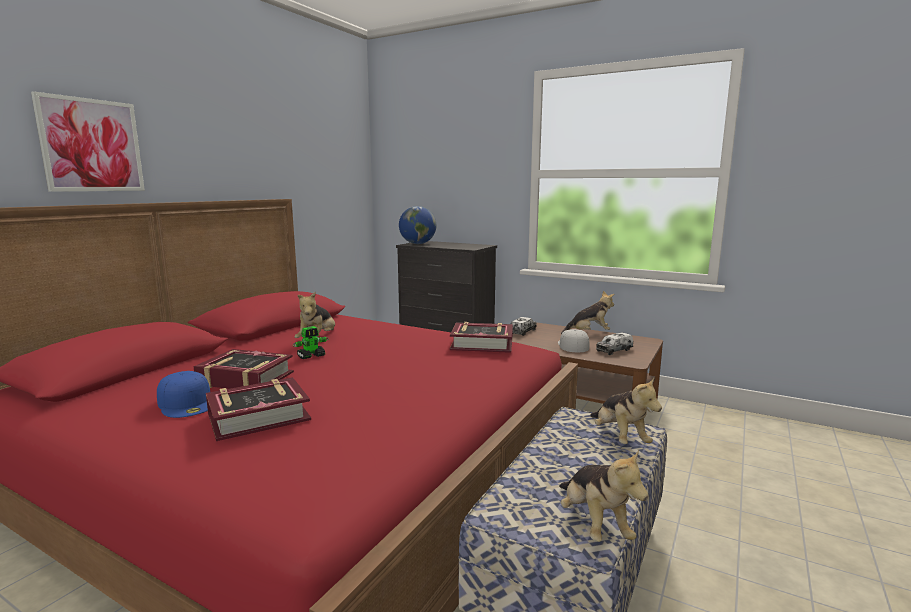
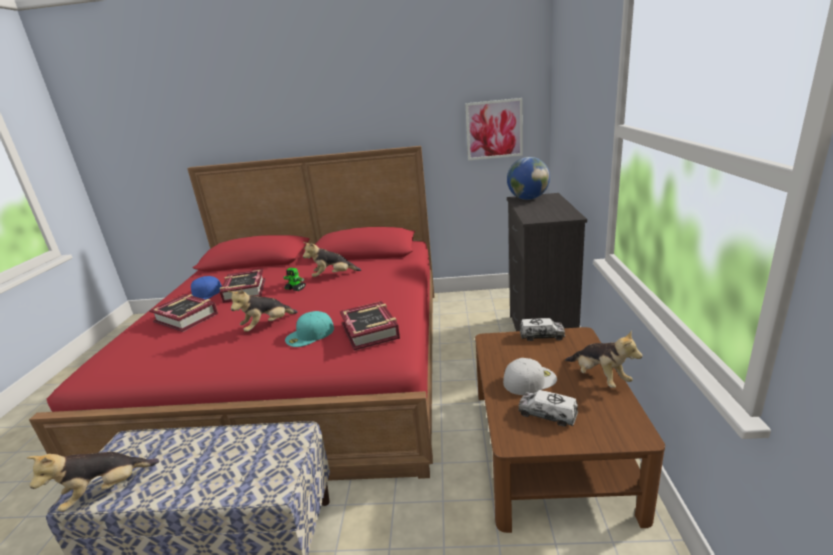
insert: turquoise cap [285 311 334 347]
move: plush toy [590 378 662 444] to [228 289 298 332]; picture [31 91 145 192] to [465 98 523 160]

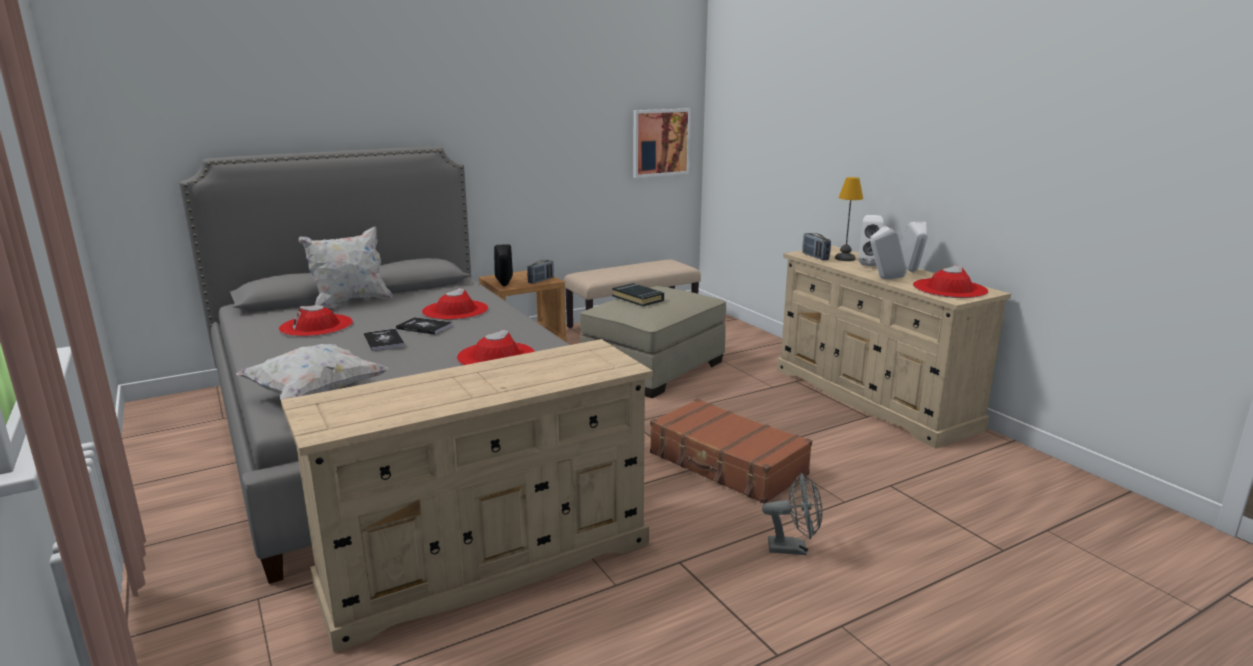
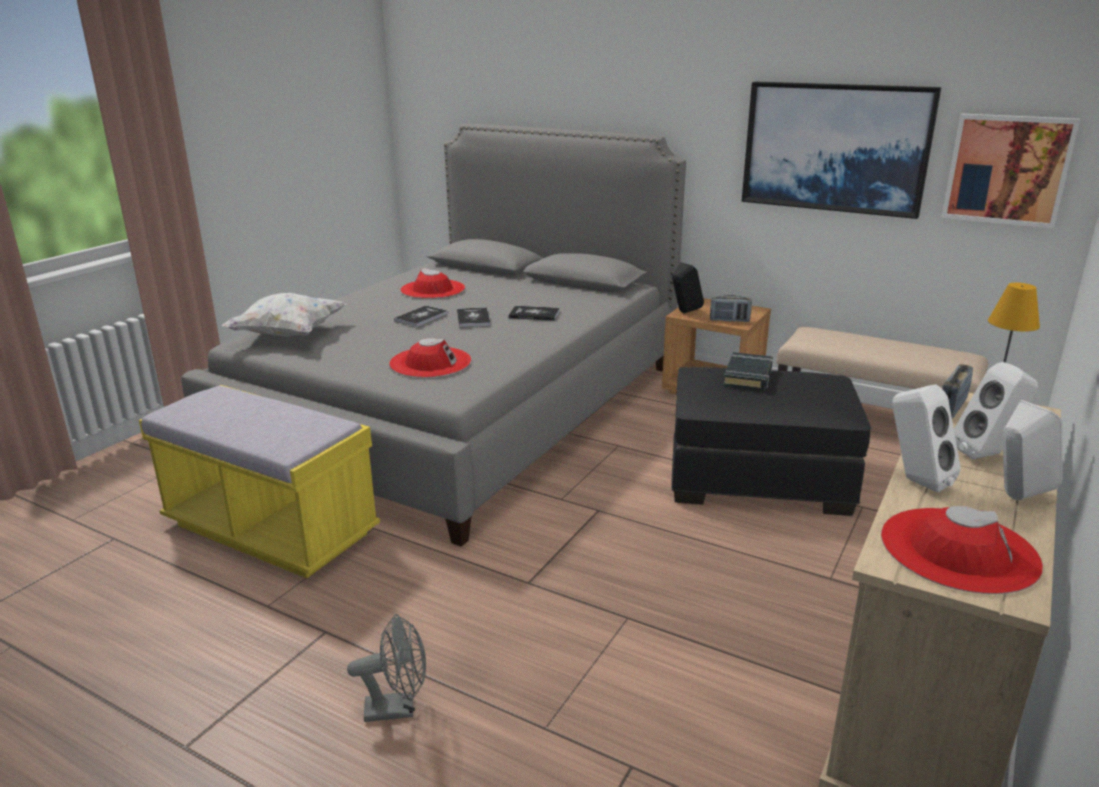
delete: white pillow [298 227 393 308]; brown suitcase [650 399 812 504]
insert: picture [742 82 941 219]
replace: beige dresser [281 339 653 652] to yellow bench [139 385 380 578]; red hat [422 288 488 320] to book [508 306 559 321]
recolor: beige ottoman [580 286 726 398] to black ottoman [671 367 871 516]
rotate: grey fan [762 473 823 555] = [347 614 426 722] 75 degrees counterclockwise

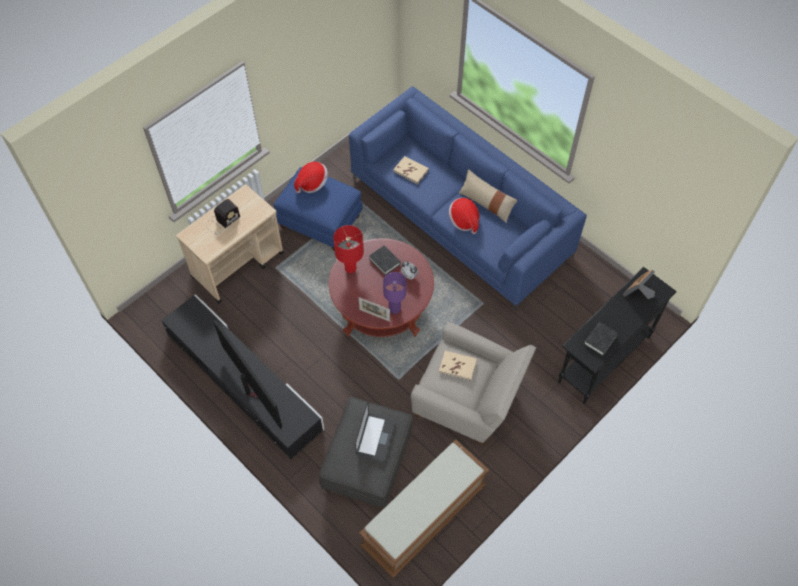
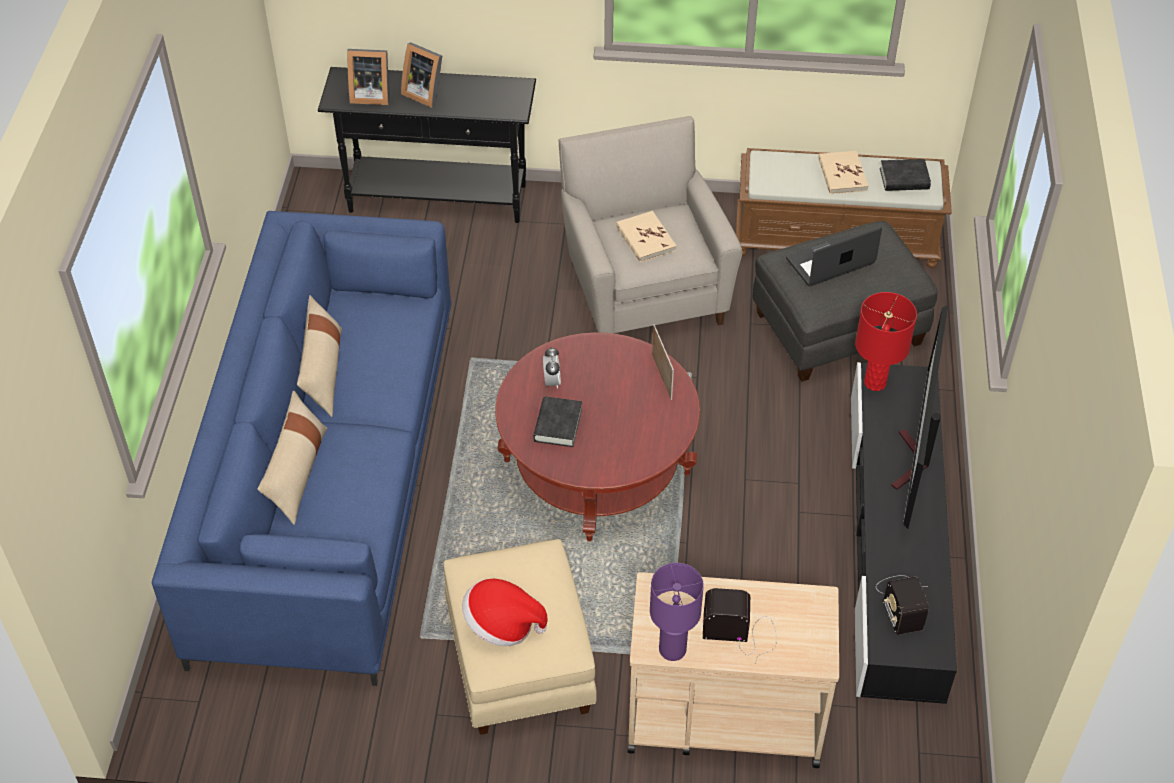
delete: hat [449 198 480 234]
insert: beige pillow [257 391 327 525]; picture frame [401 42 442 108]; radio [876 575 929 635]
move: purple table lamp [383 272 406 314] to [650 563 704 661]; beige book [393 156 429 184] to [818 151 868 194]; red table lamp [333 225 364 273] to [855 292 917 391]; black book [584 322 618 356] to [880 159 931 191]
recolor: blue ottoman [274 167 363 251] to beige ottoman [444 539 597 735]

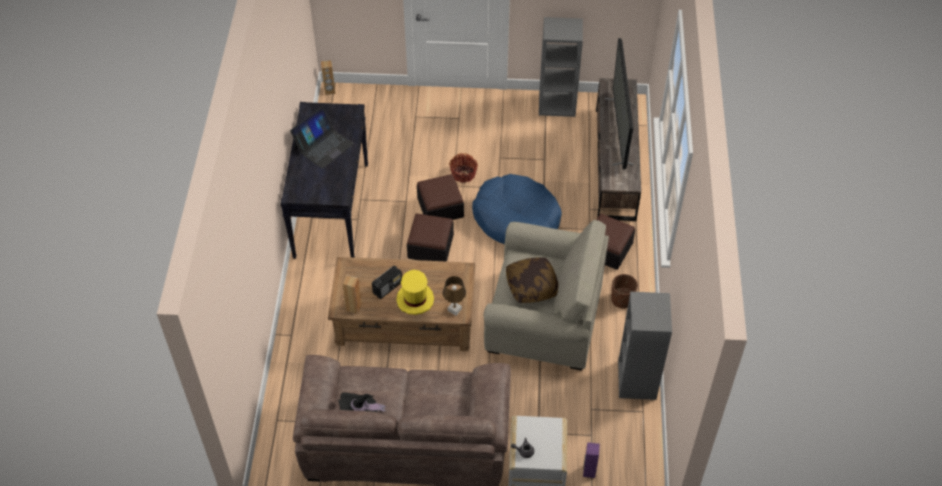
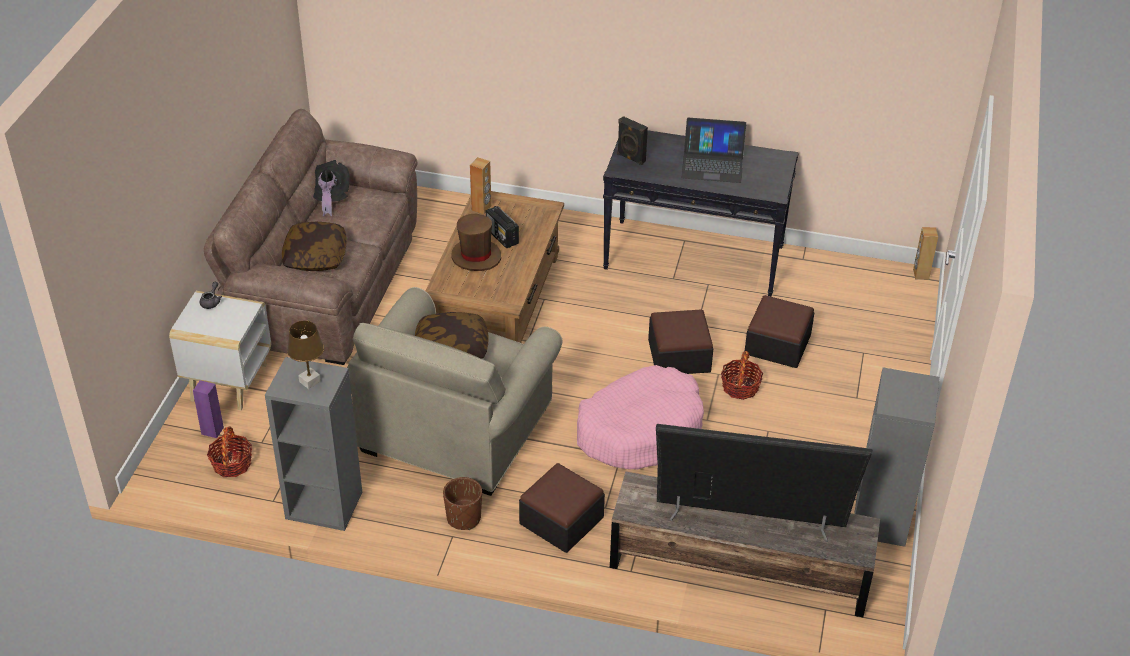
insert: basket [207 426 252 477]; pillow [282 222 347 271]; black speaker [617 116 648 165]
move: brown table lamp [442 276 466 316] to [287 321 324 389]; ottoman [407 213 454 261] to [744 295 814 368]
recolor: yellow hat [396 270 434 315] to brown hat [451 214 501 271]; blue dog bed [472 174 562 244] to pink dog bed [577 365 704 469]
rotate: laptop [290 106 354 169] = [681 118 746 183] 45 degrees counterclockwise

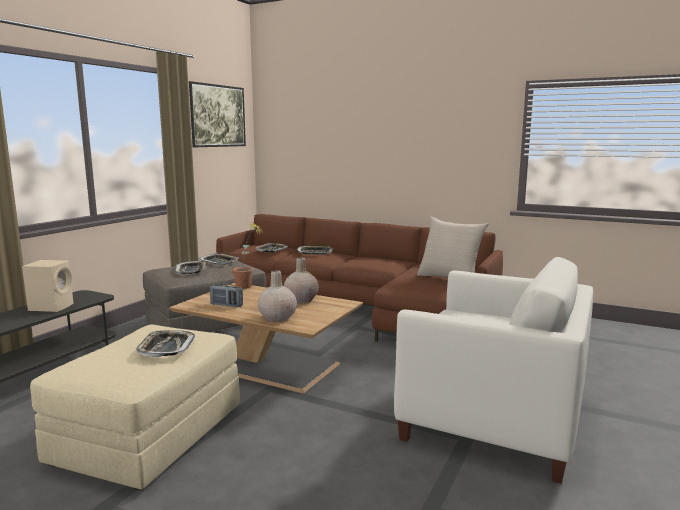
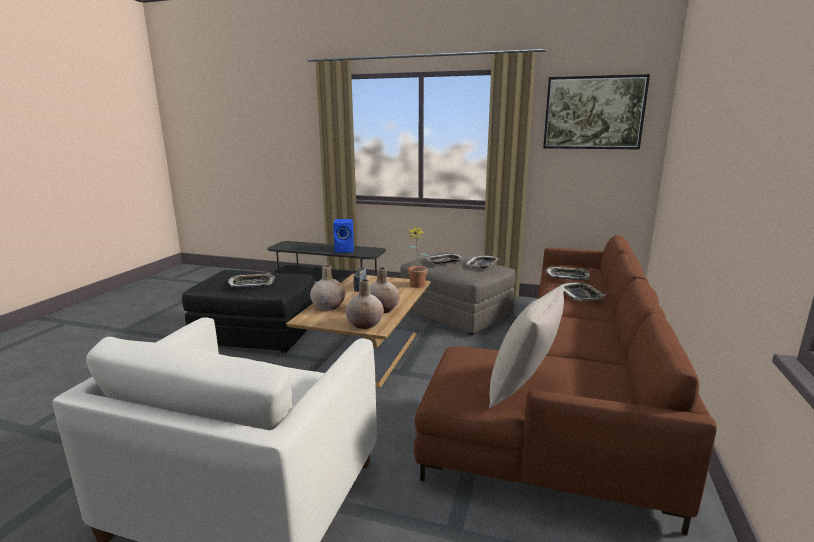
insert: beige vase [346 279 384 329]
recolor: beige ottoman [30 325 240 490] to black ottoman [182 270 314 353]; beige speaker [22 260 73 312] to blue speaker [333 219 354 253]

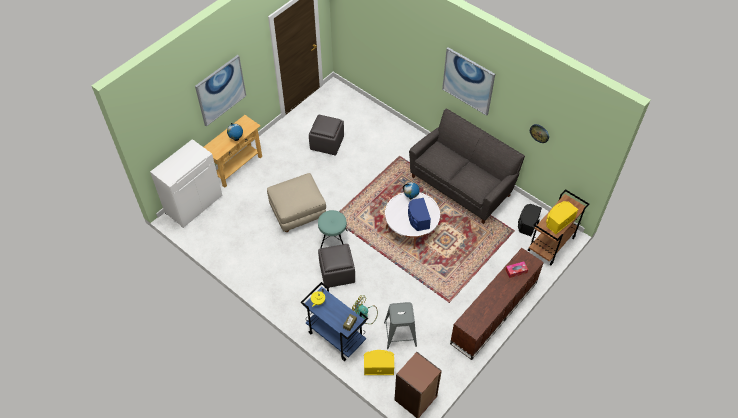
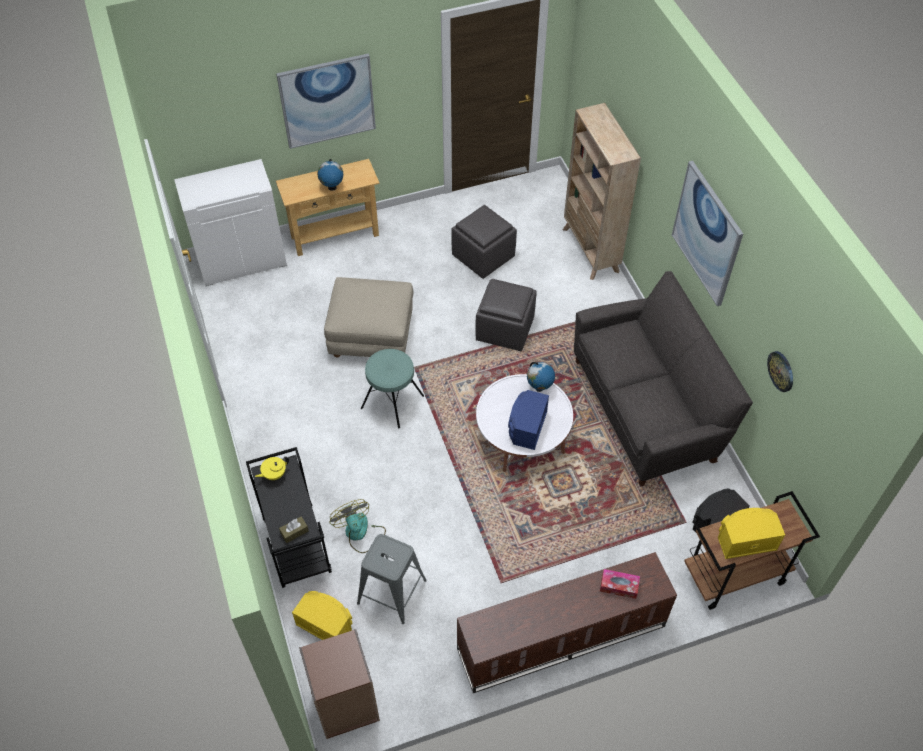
insert: beige bookcase [563 103 641 280]
move: grey ottoman [318 244 355 288] to [475 279 537 351]
recolor: blue cart [301 282 368 361] to black cart [246 447 332 588]

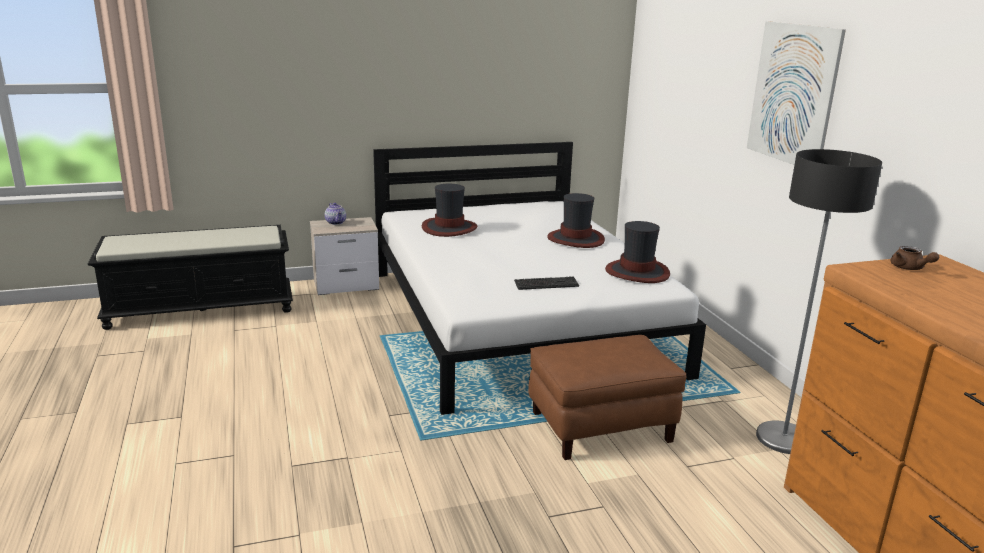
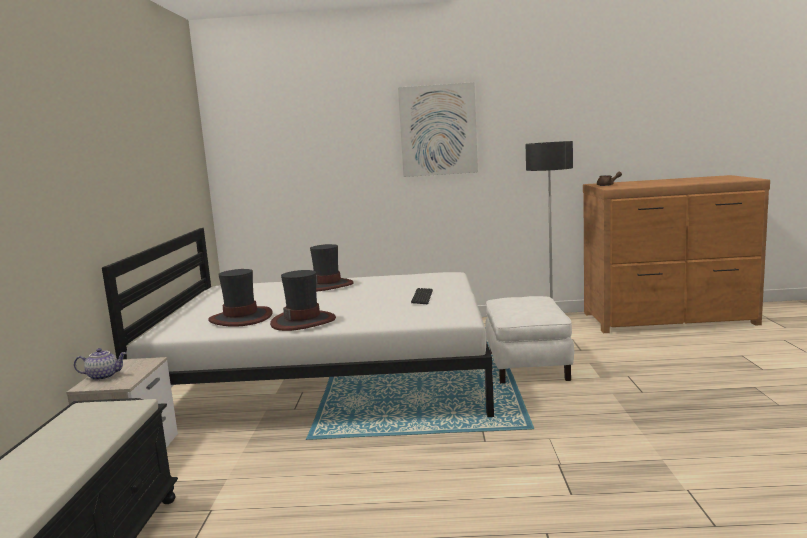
move: hat [605 221 670 283] to [270 270 336 331]
recolor: brown ottoman [528 335 687 460] to white ottoman [485 296 574 383]

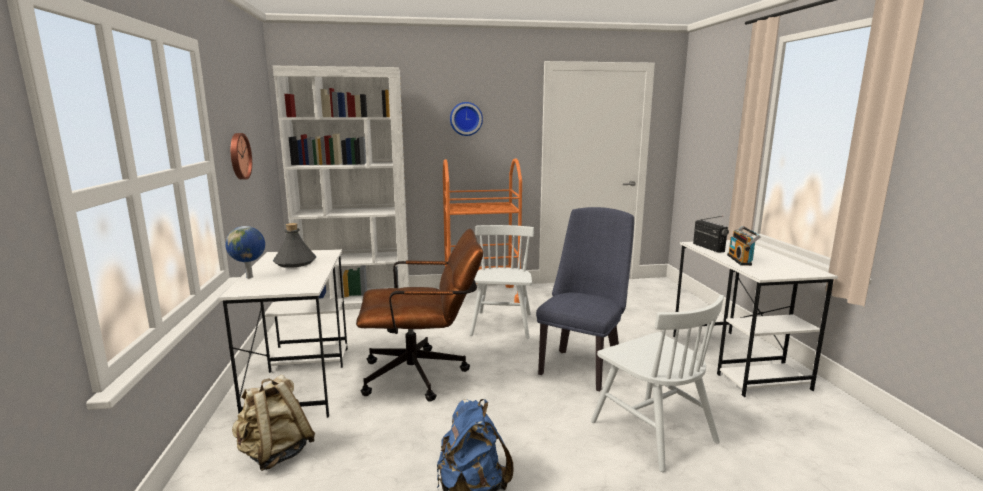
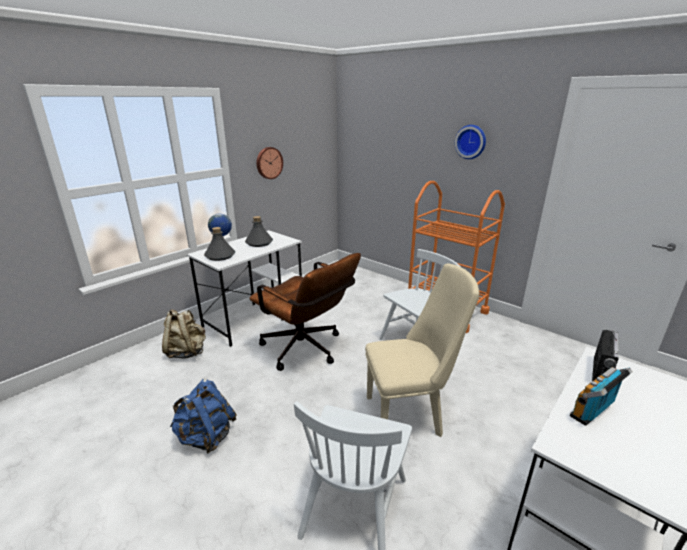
delete: white bookcase [273 66 409 310]
insert: grey bottle [204 227 235 261]
recolor: blue chair [536 207 634 391] to beige chair [365 263 479 437]

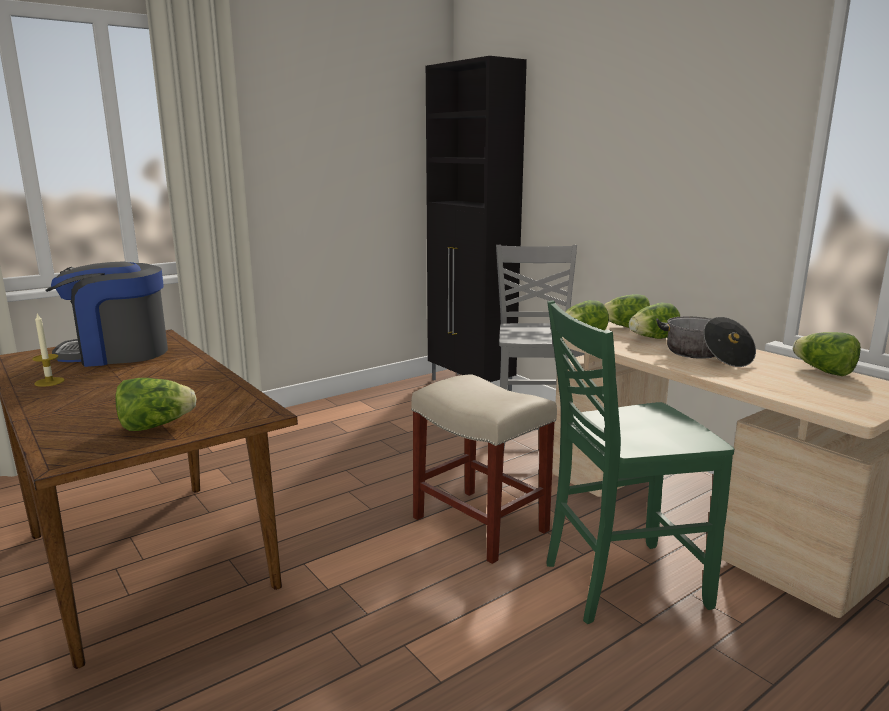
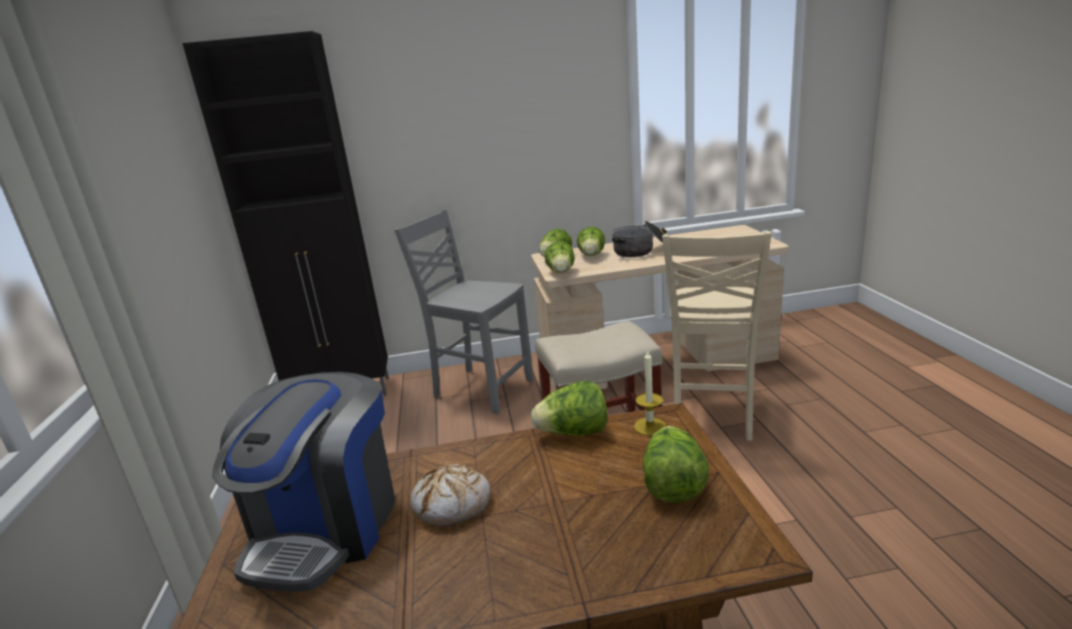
insert: bread [410 464 491 527]
move: lettuce [793 332 861 376] to [531 381 607 436]; candle [32 313 65 387] to [634 349 666 436]
recolor: green chair [546 300 734 624] to beige chair [662 231 772 441]

